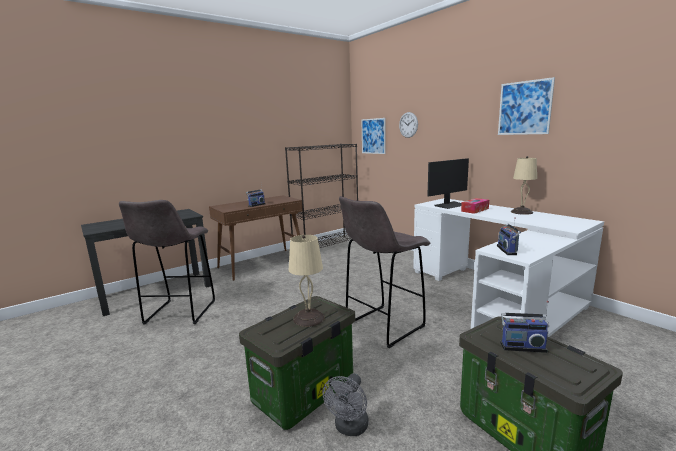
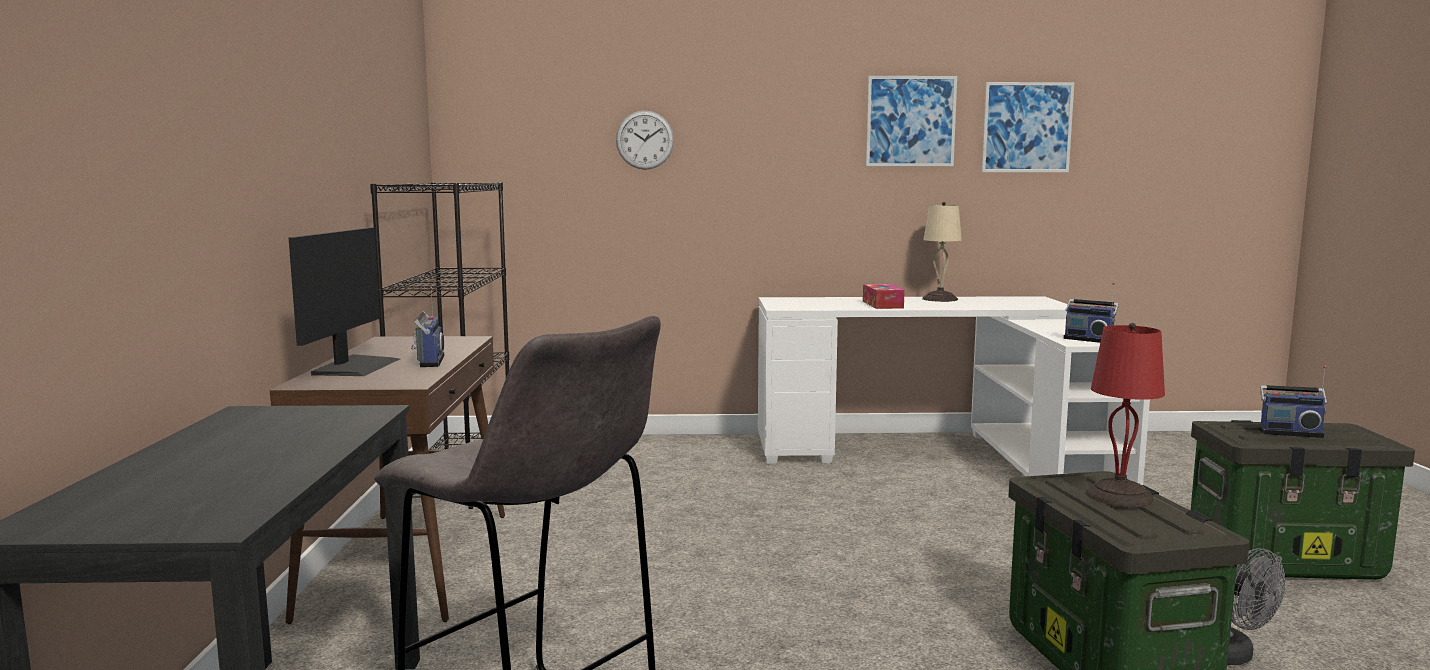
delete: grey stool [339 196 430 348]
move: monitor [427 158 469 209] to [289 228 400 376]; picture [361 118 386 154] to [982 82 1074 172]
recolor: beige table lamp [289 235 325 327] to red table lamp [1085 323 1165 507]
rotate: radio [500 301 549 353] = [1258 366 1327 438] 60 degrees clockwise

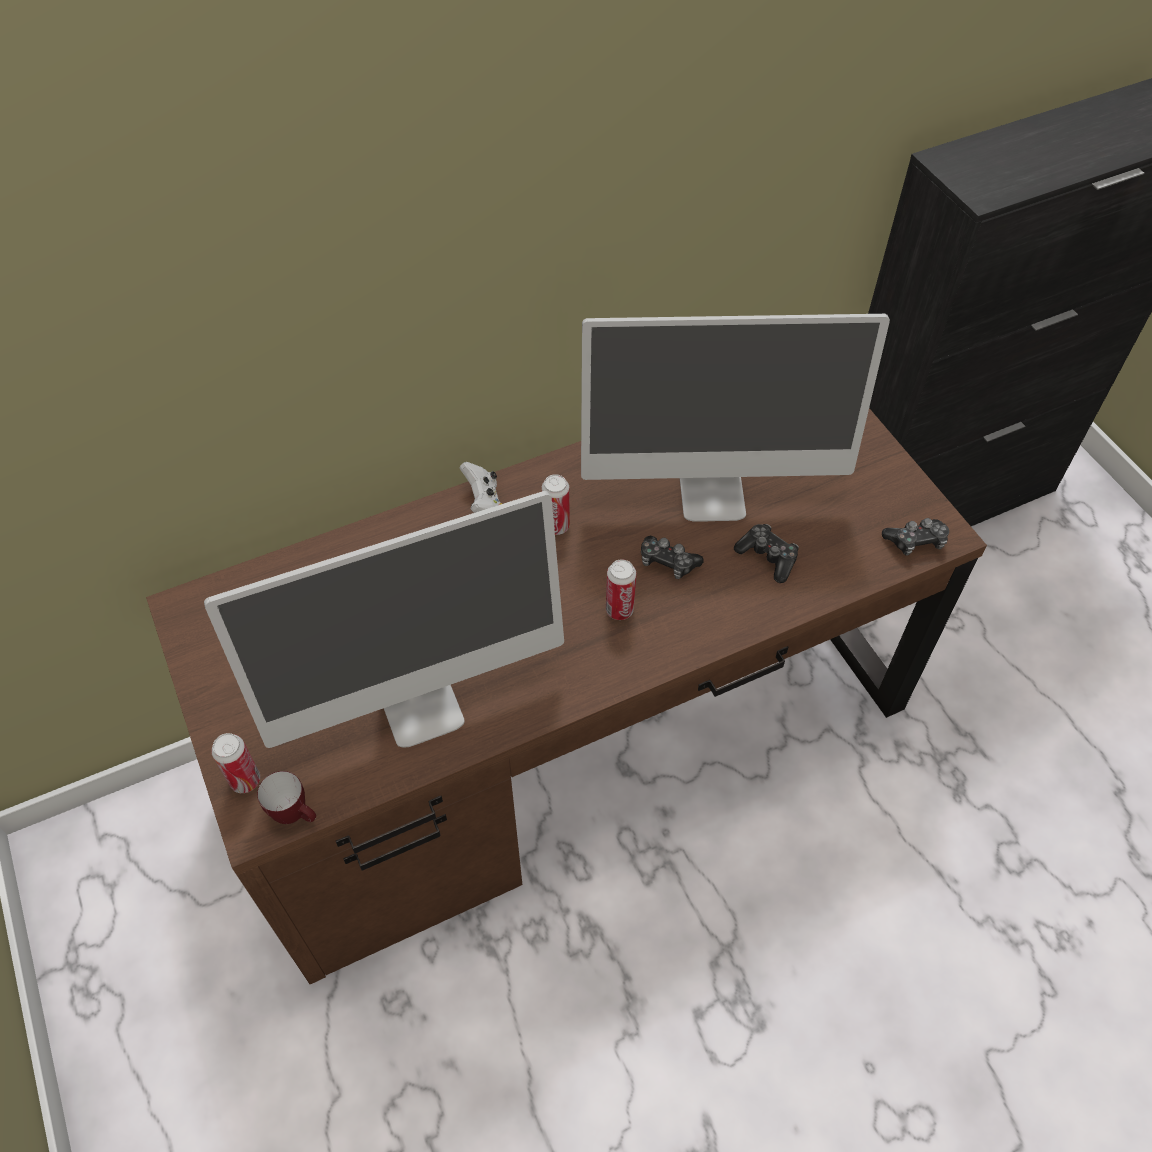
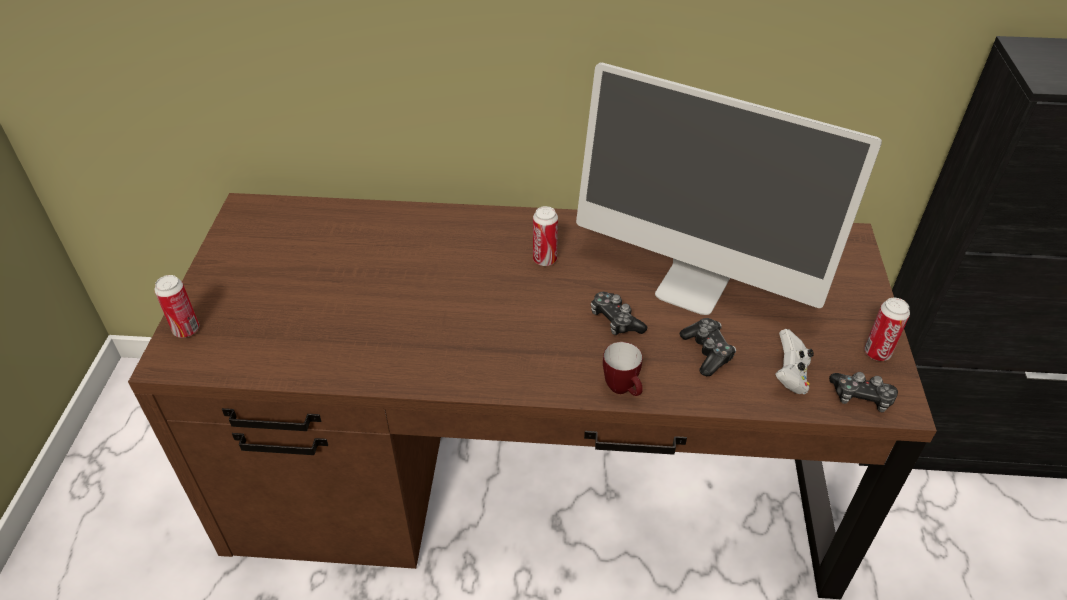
delete: monitor [204 491 564 748]
move: mug [257 771 316 824] to [603 342 643 396]; white game controller [460 462 503 513] to [775 329 814 394]; can [606 559 636 620] to [864 298 910 361]

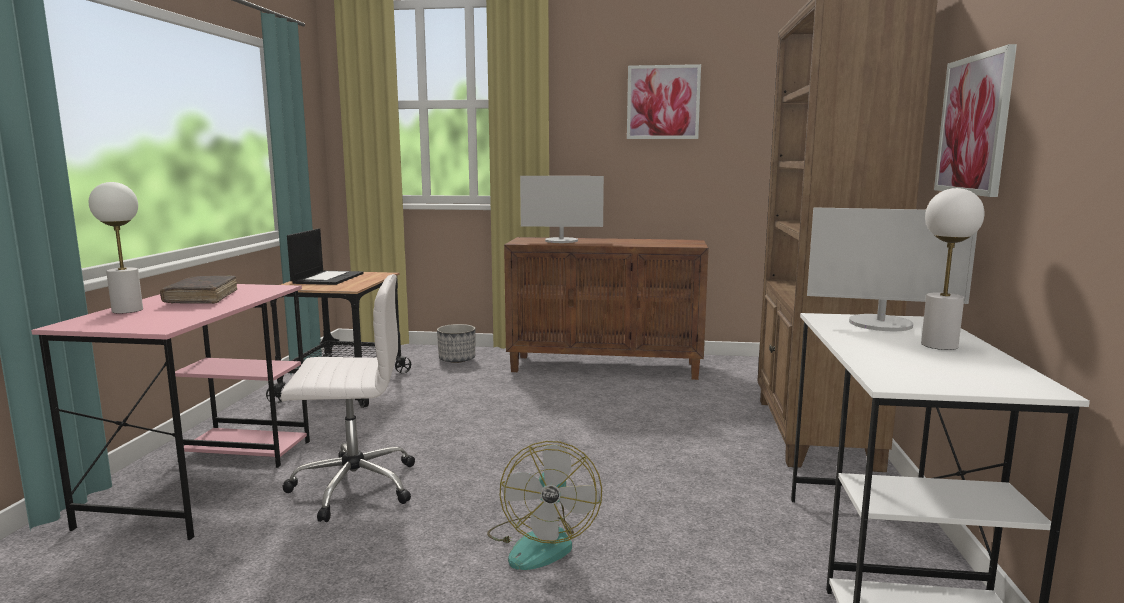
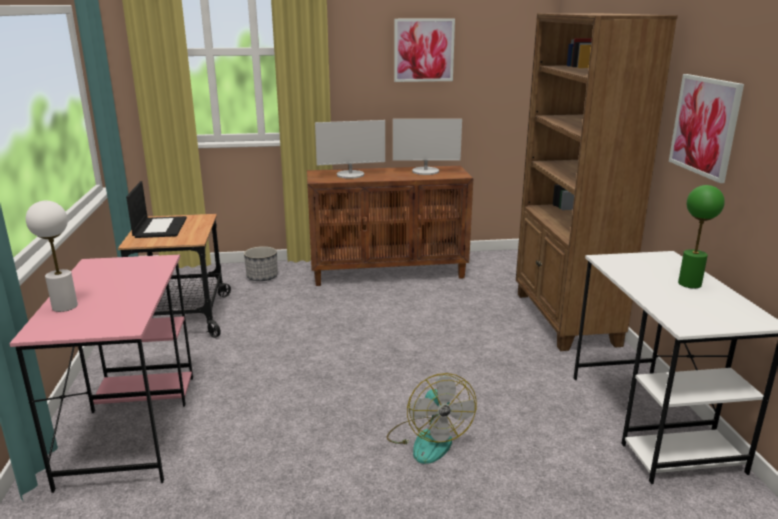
delete: brown book [160 275 237 304]; white office chair [281 274 415 522]
move: monitor [807 207 977 331] to [393 119 462 175]
recolor: white table lamp [921 188 984 350] to green table lamp [678 185 725 288]

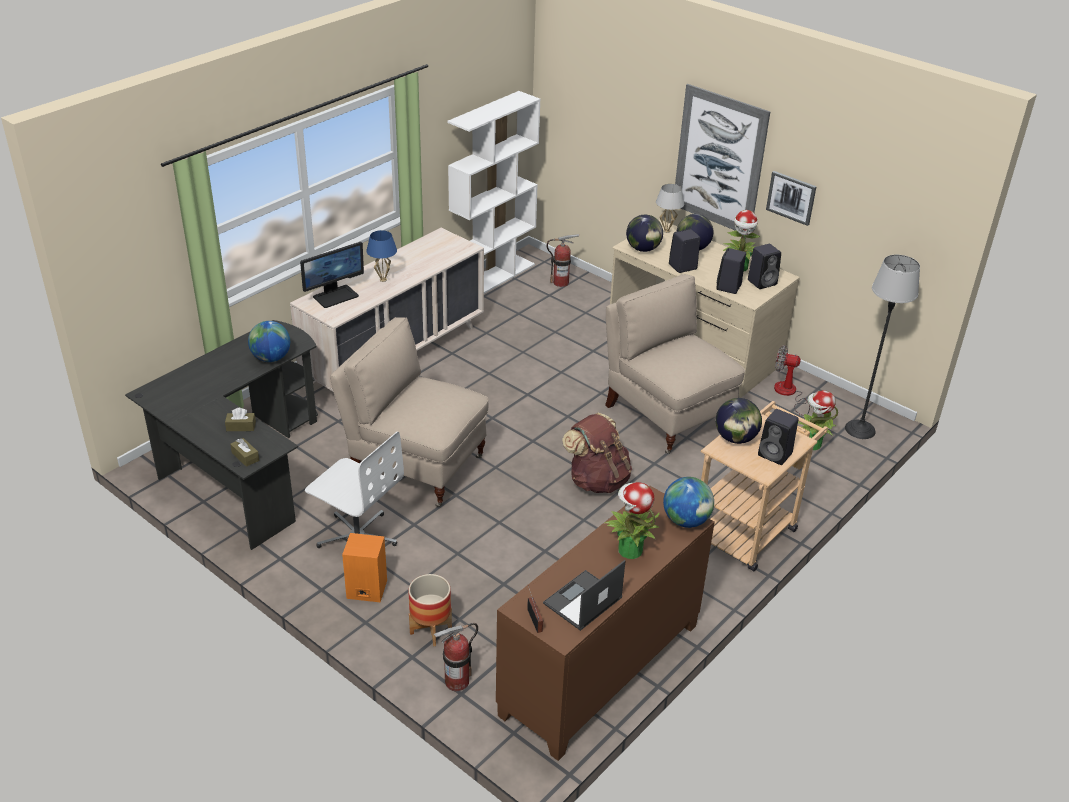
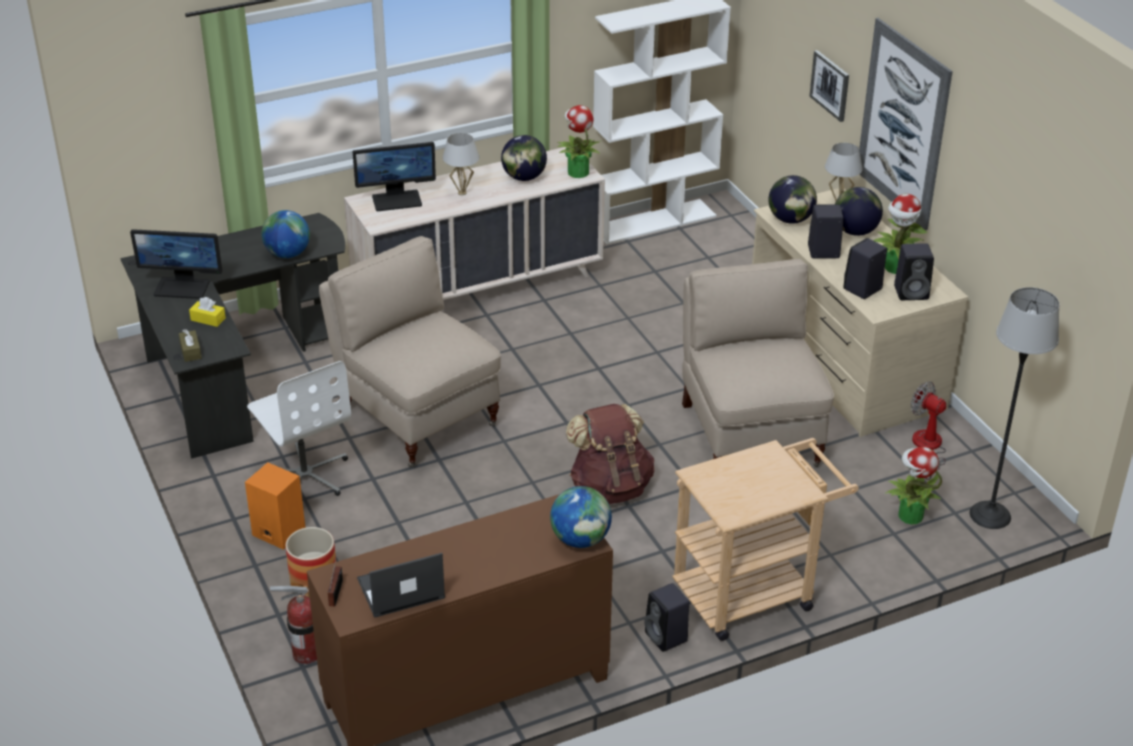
delete: fire extinguisher [546 234 579 287]
insert: monitor [130 229 222 299]
move: globe [716 398 762 444] to [501 135 547 181]; potted plant [605 482 660 559] to [557 105 602 178]; black speaker [758 409 799 465] to [644 583 689 652]; picture [766 171 817 226] to [810 50 849 122]
recolor: brown tissue box [225 408 256 431] to yellow tissue box [189 297 226 327]; blue table lamp [366 230 397 282] to white table lamp [443 133 479 195]

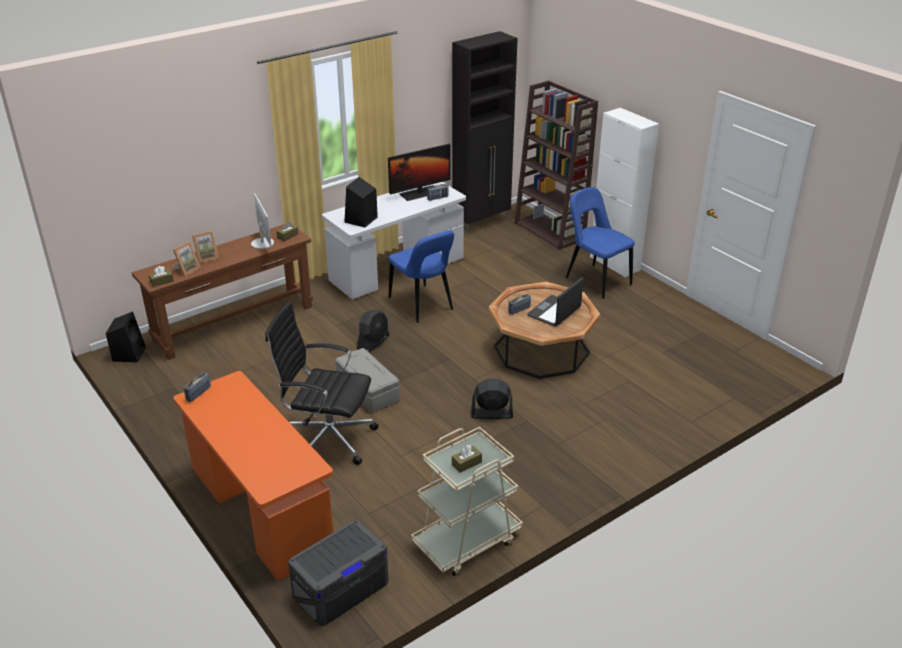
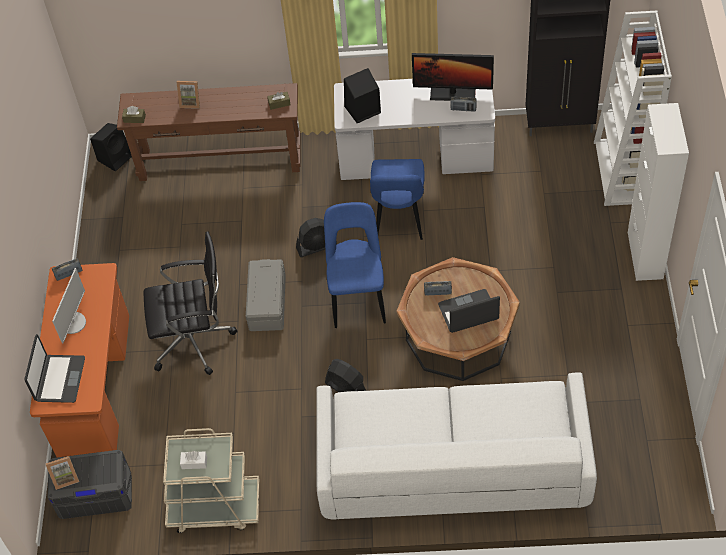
insert: laptop [24 334 85 403]; white sofa [316 373 597 520]
move: picture frame [172 241 201 276] to [46 456 79 490]; monitor [251 193 274 249] to [52 268 86 343]; blue chair [566 187 635 299] to [324 202 386 328]
recolor: brown tissue box [452 445 482 473] to white tissue box [180 451 207 469]; brown bookcase [514 80 598 250] to white bookcase [594 10 672 206]
rotate: black office chair [265 302 379 465] = [144 231 238 375] 120 degrees clockwise

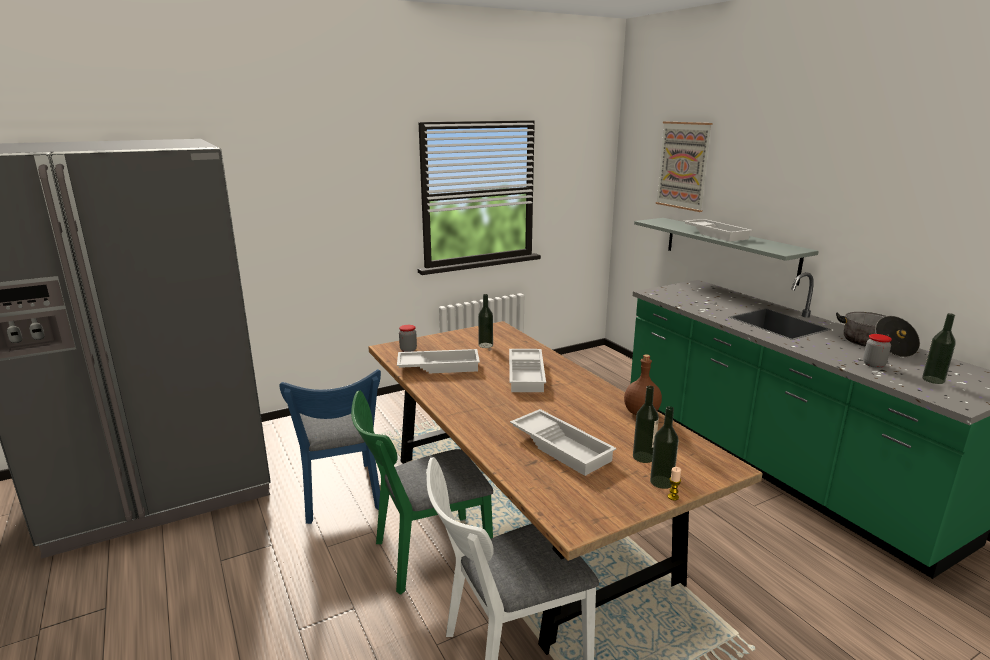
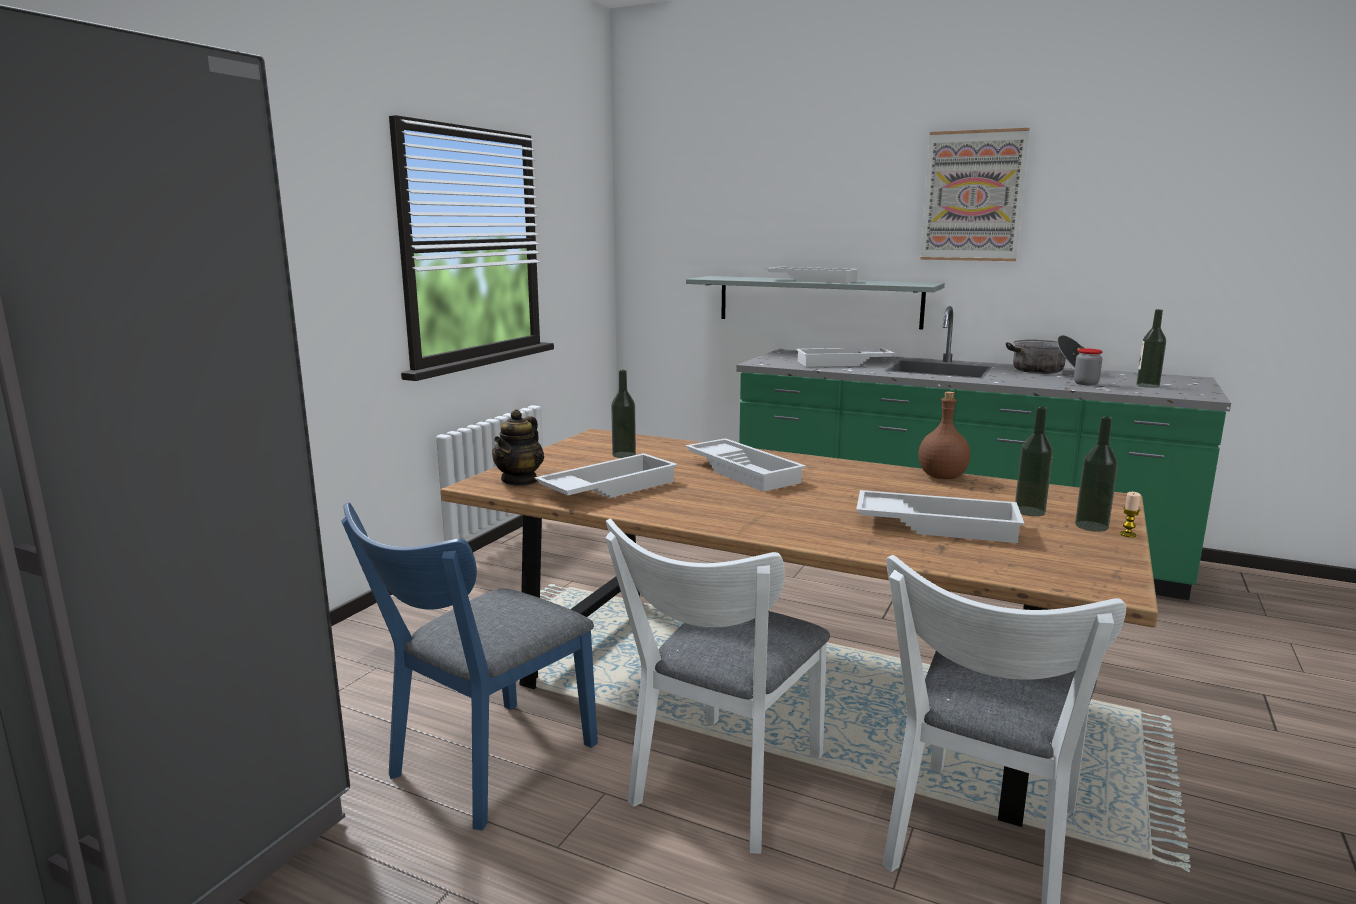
insert: white tray [796 348 895 367]
move: picture [656 121 713 212] to [920 128 1030 261]
replace: jar [399 325 417 352] to teapot [492 409 544 486]
recolor: green chair [351 391 493 595] to white chair [605 519 830 854]
rotate: blue chair [279 369 381 524] = [341 503 598 830] 90 degrees clockwise

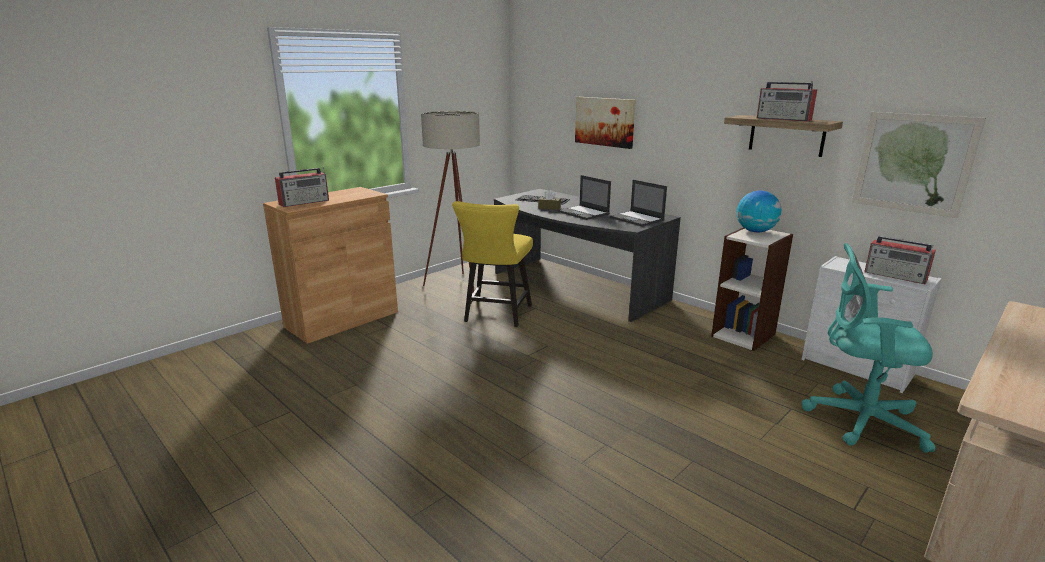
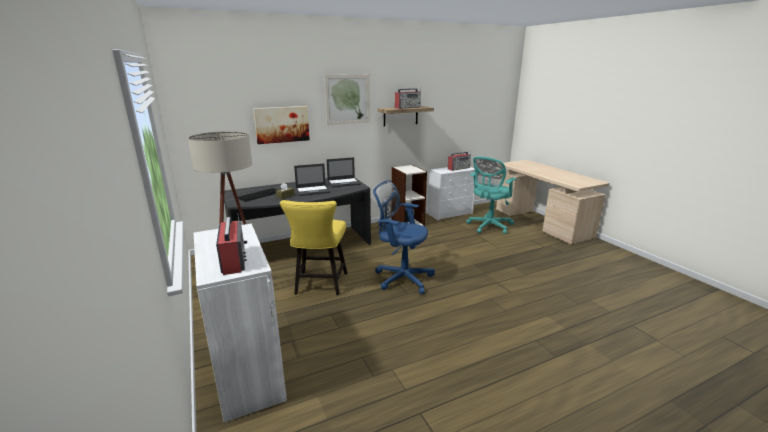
delete: globe [736 191 781 232]
insert: blue office chair [373 180 435 294]
move: picture [852 112 986 218] to [324 75 370 125]
recolor: brown cabinet [263 187 398 344] to white cabinet [194 224 287 422]
rotate: yellow chair [452 201 533 327] = [280 200 347 295] 60 degrees clockwise

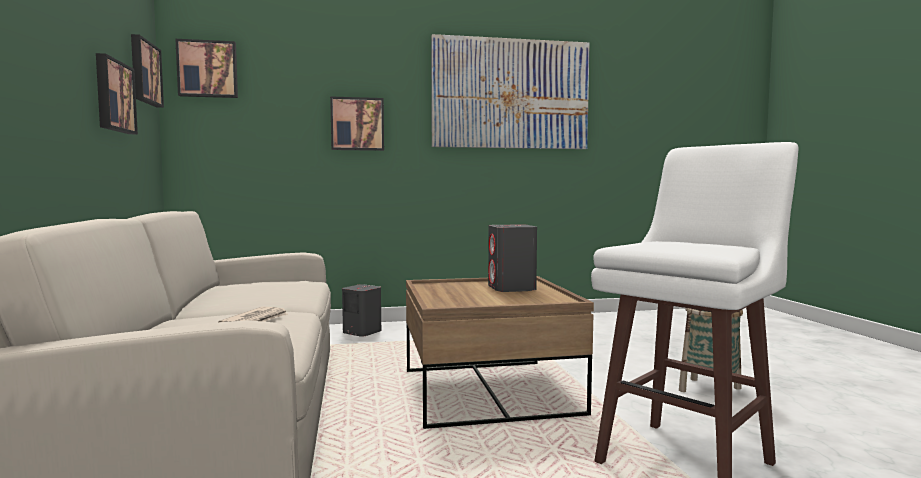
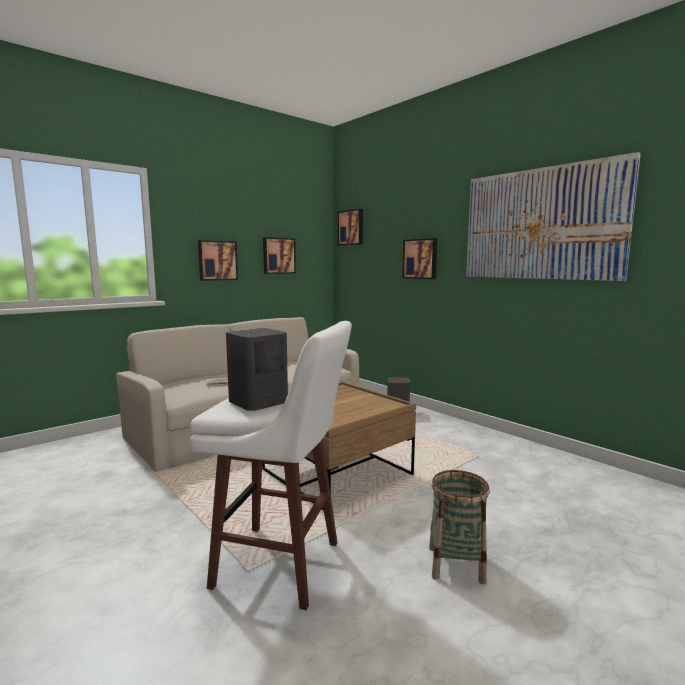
move: picture [131 34 164 108] to [198 240 238 281]; grey speaker [488 224 537 292] to [226 328 288 411]

